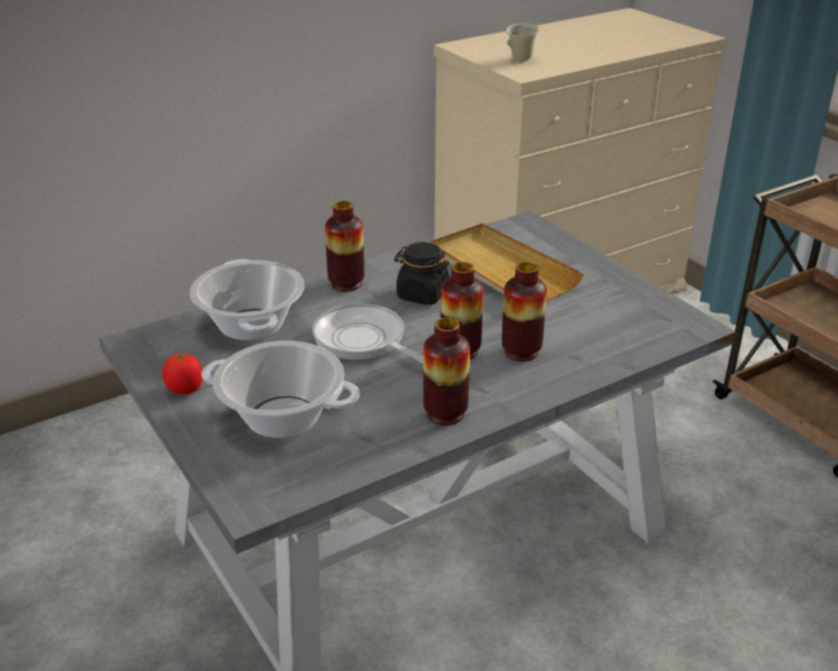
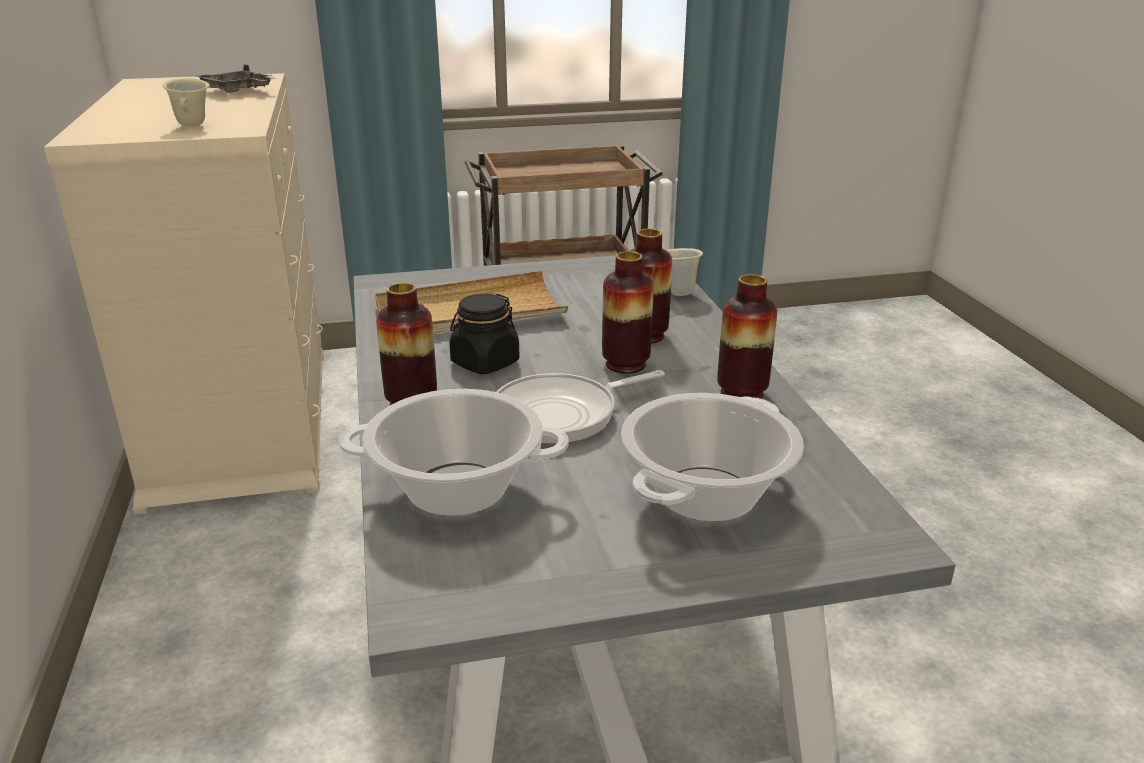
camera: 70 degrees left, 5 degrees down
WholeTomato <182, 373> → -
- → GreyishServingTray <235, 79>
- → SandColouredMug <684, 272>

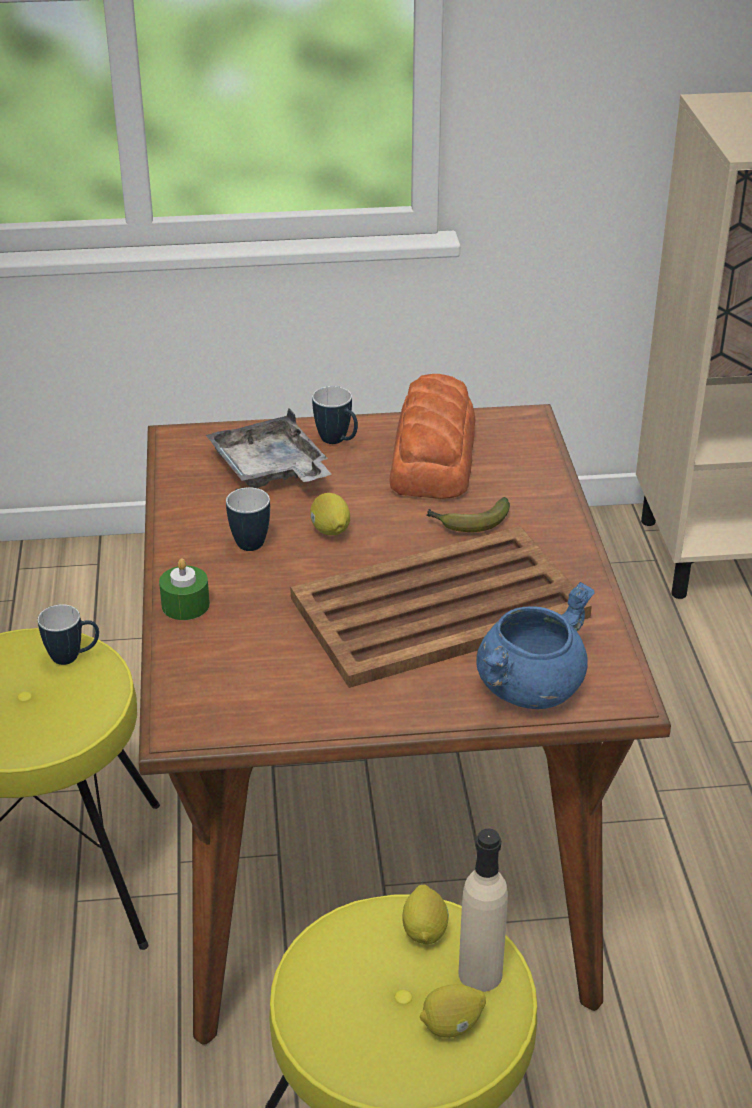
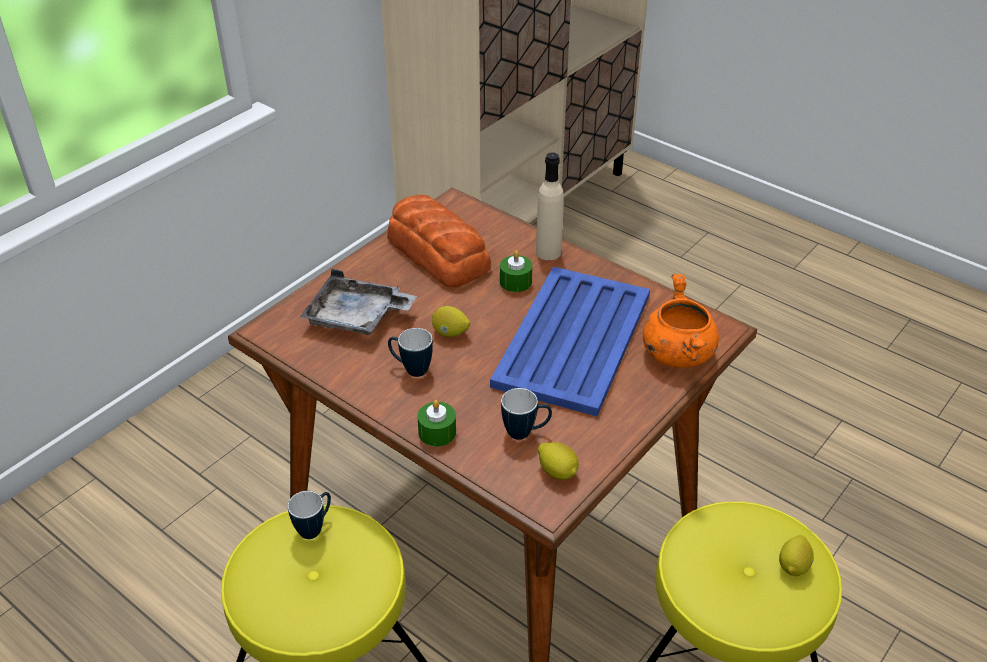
camera: 45 degrees left, 5 degrees up
Mug <335, 415> → Mug <526, 414>, shifted
BananaFruit <468, 514> → GreenCandle <516, 271>
BrownServingTray <441, 607> → BlueServingTray <570, 342>
BlueCookingPot <535, 645> → OrangeCookingPot <681, 321>
SandColouredDrinkBottle <483, 910> → SandColouredDrinkBottle <550, 206>, shifted
Lemon <425, 914> → Lemon <558, 461>, shifted

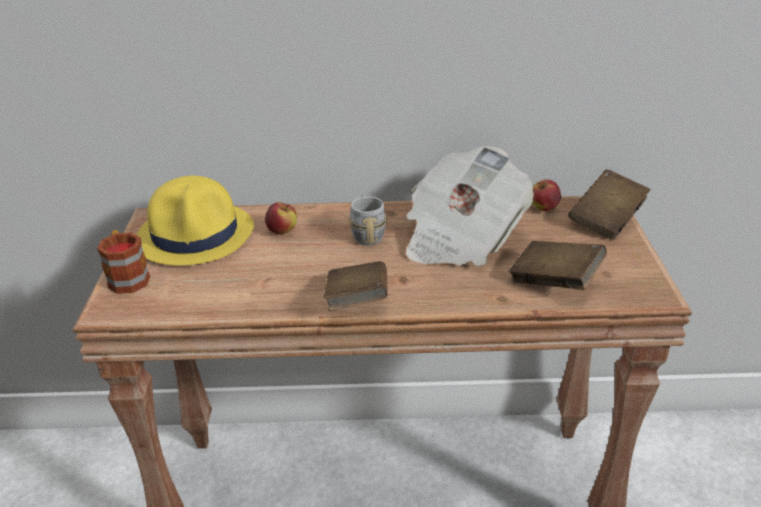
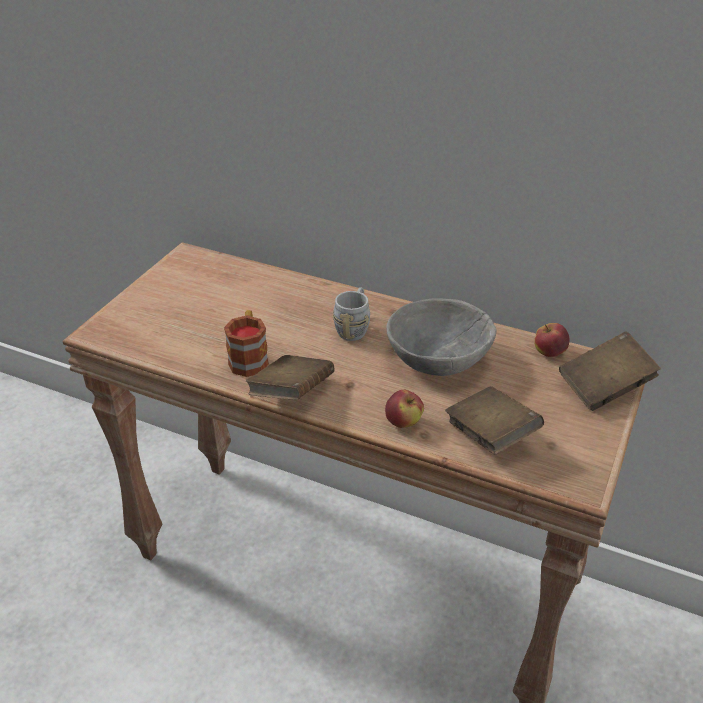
camera: 25 degrees right, 5 degrees up
PrintedPaper <470, 206> → GreyishDeepDish <442, 337>
YellowishWearableHat <195, 221> → -
Apple <281, 218> → Apple <404, 409>, shifted
Mug <123, 262> → Mug <246, 343>, shifted

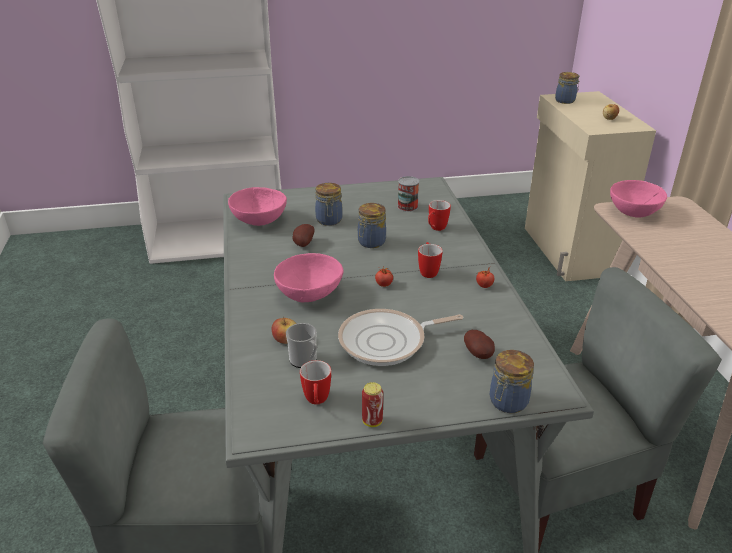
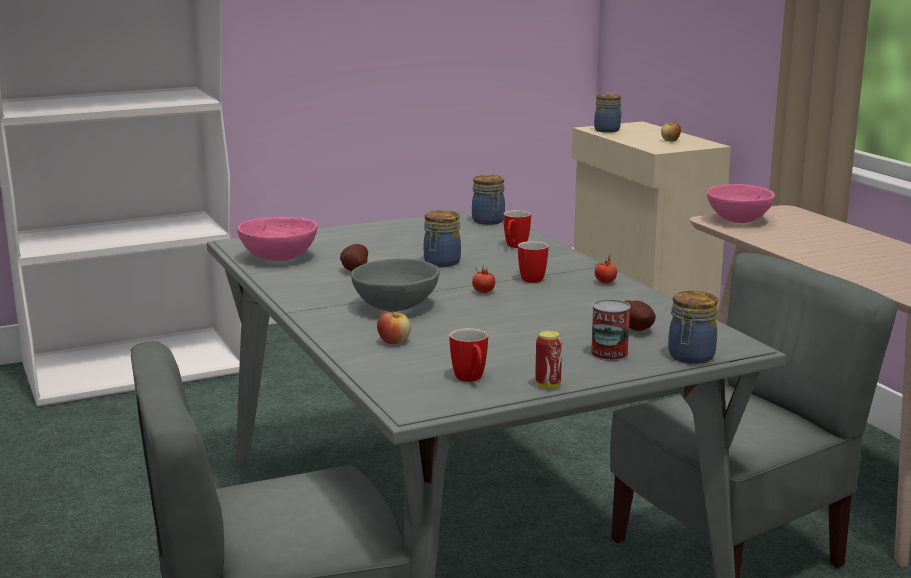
camera: 15 degrees left, 15 degrees down
MetalCan <408, 194> → MetalCan <611, 330>, shifted
Jar <329, 204> → Jar <488, 200>, shifted
PinkDeepDish <309, 277> → GreyishDeepDish <395, 285>
Pan <400, 337> → -
Mug <301, 345> → -

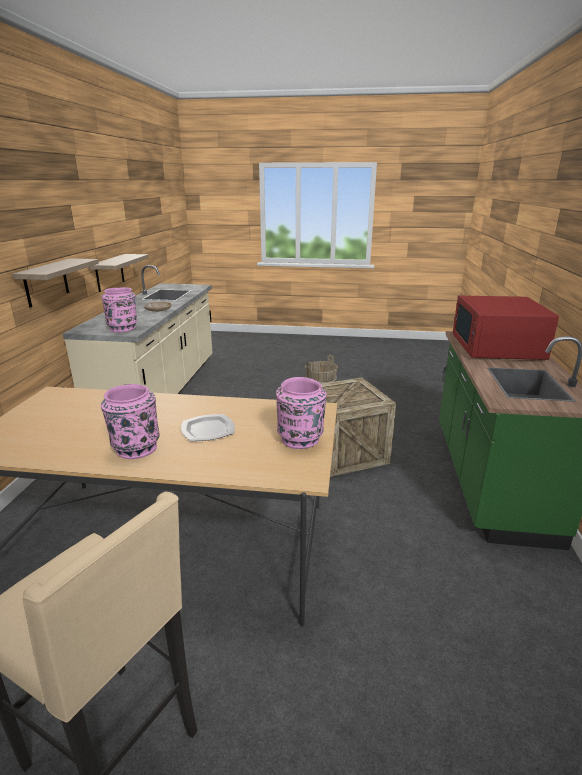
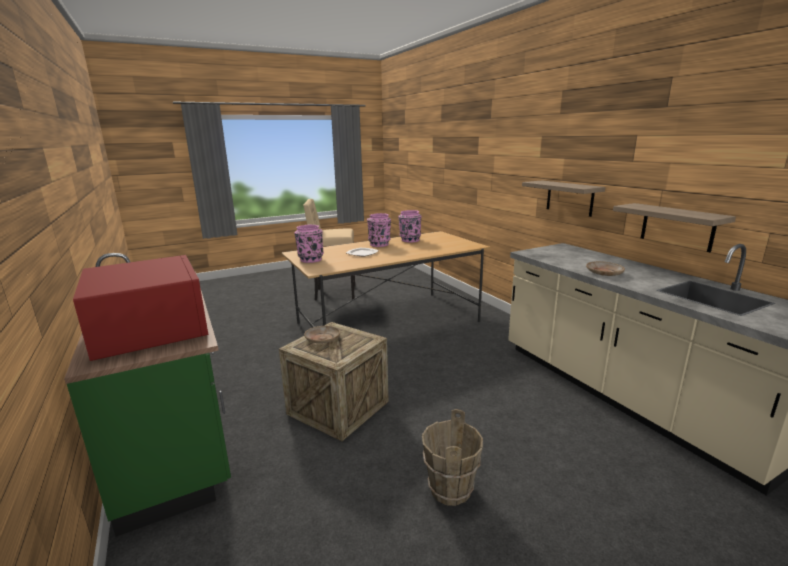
camera: 145 degrees right, 5 degrees down
PinkDecorativeVase <119, 309> → PinkDecorativeVase <410, 226>, shifted
- → SandColouredPlate <322, 335>

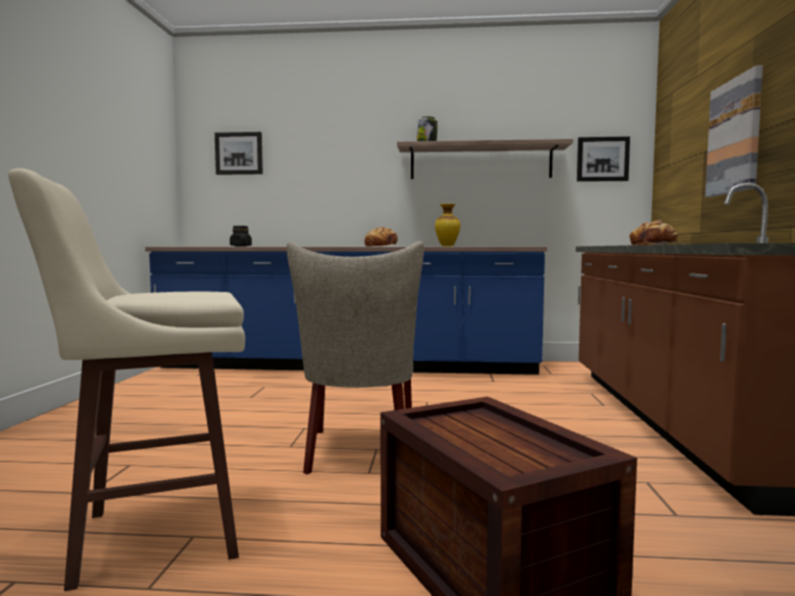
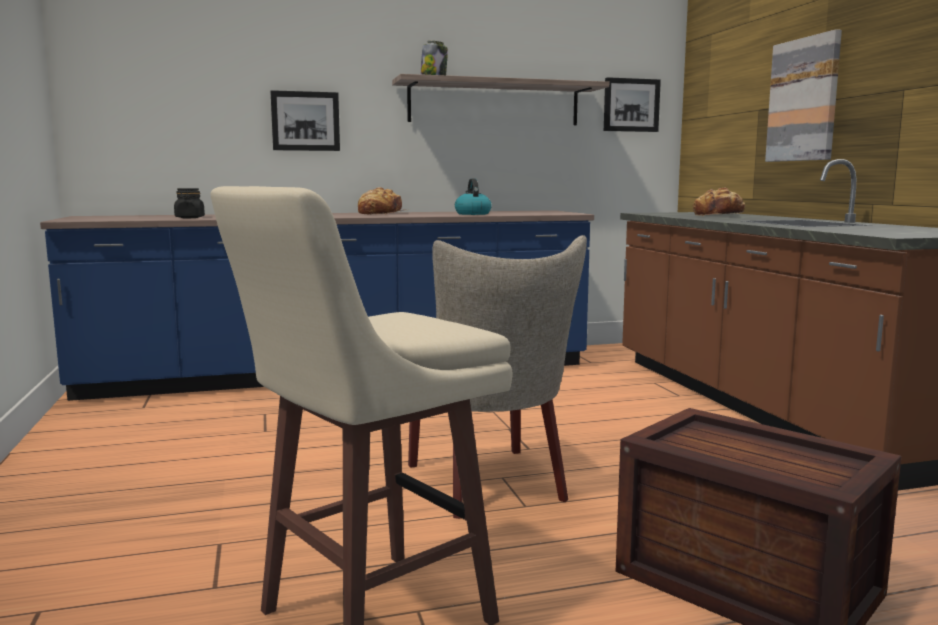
camera: 20 degrees left, 5 degrees up
WallArt <239, 153> → WallArt <305, 120>, shifted
DecorativeVase <447, 225> → WaterKettle <473, 196>

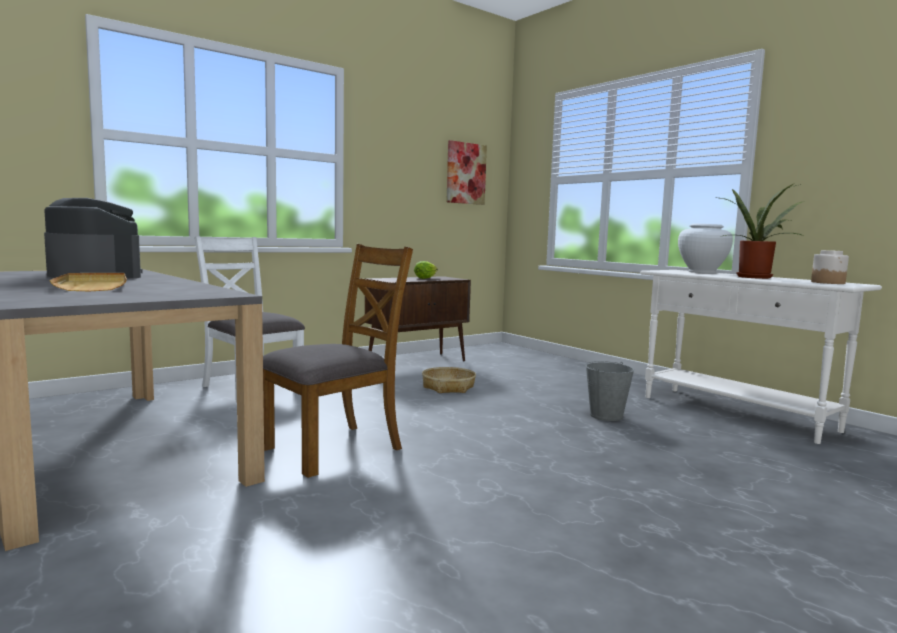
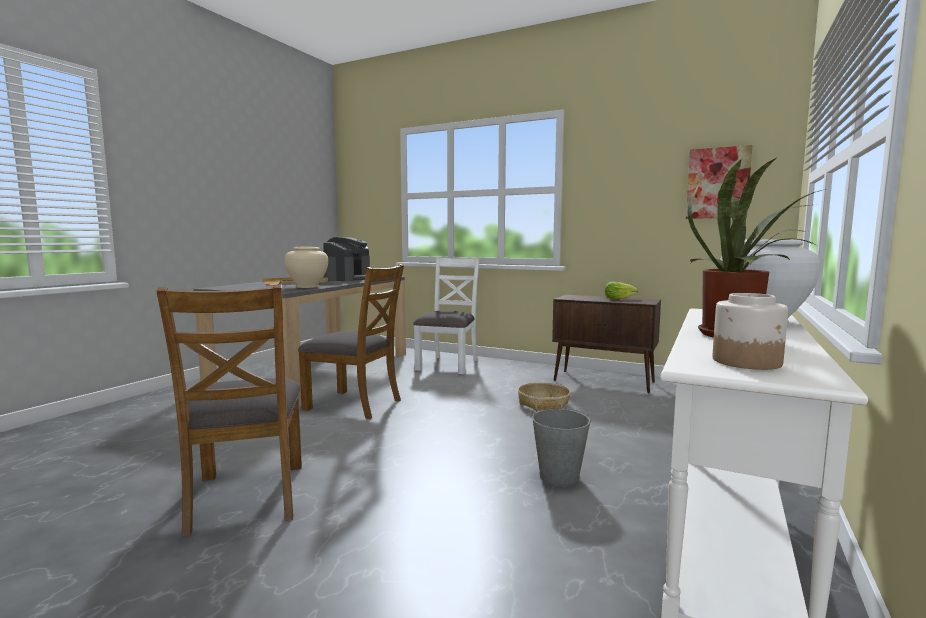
camera: 65 degrees right, 0 degrees up
- → SandColouredDecorativeVase <306, 267>
- → BrownUprightChair <229, 410>

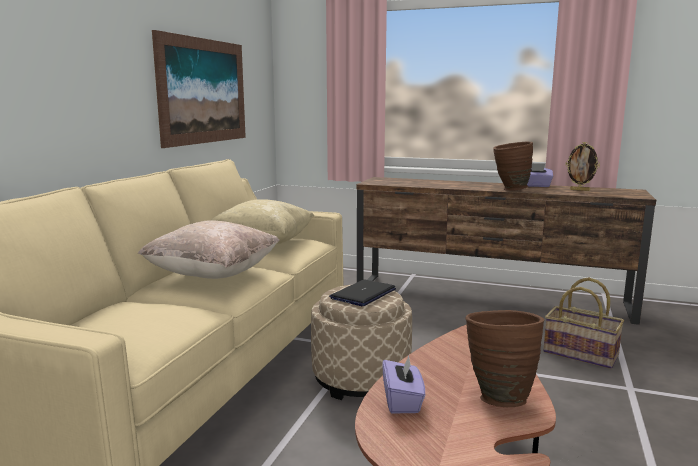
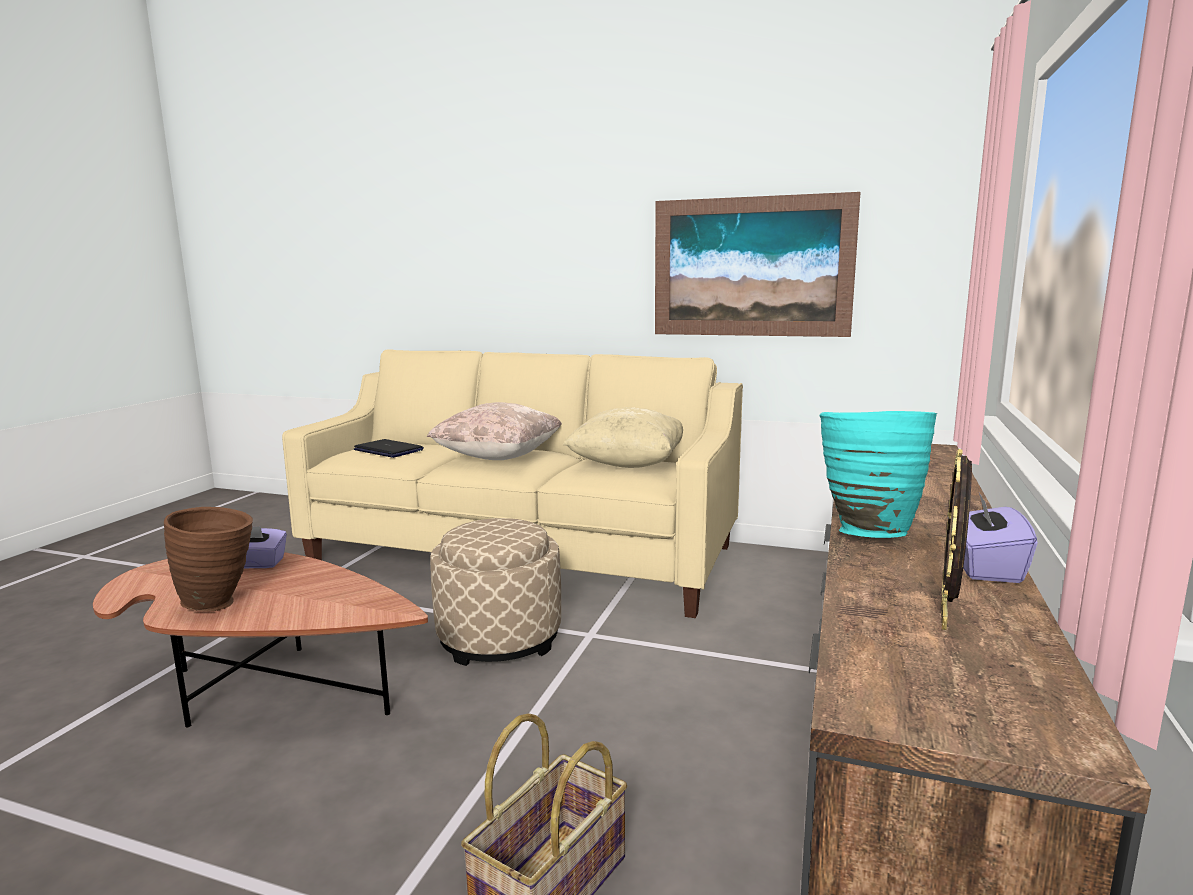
camera: 90 degrees right, 0 degrees up
BrownDecorativeVase <513, 166> → BlueGreenDecorativeVase <878, 474>
NotebookComputer <362, 293> → NotebookComputer <389, 448>, shifted

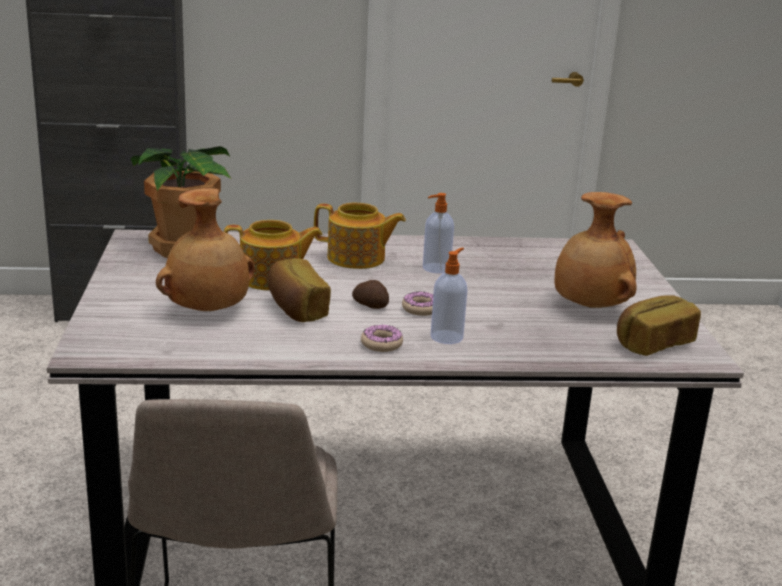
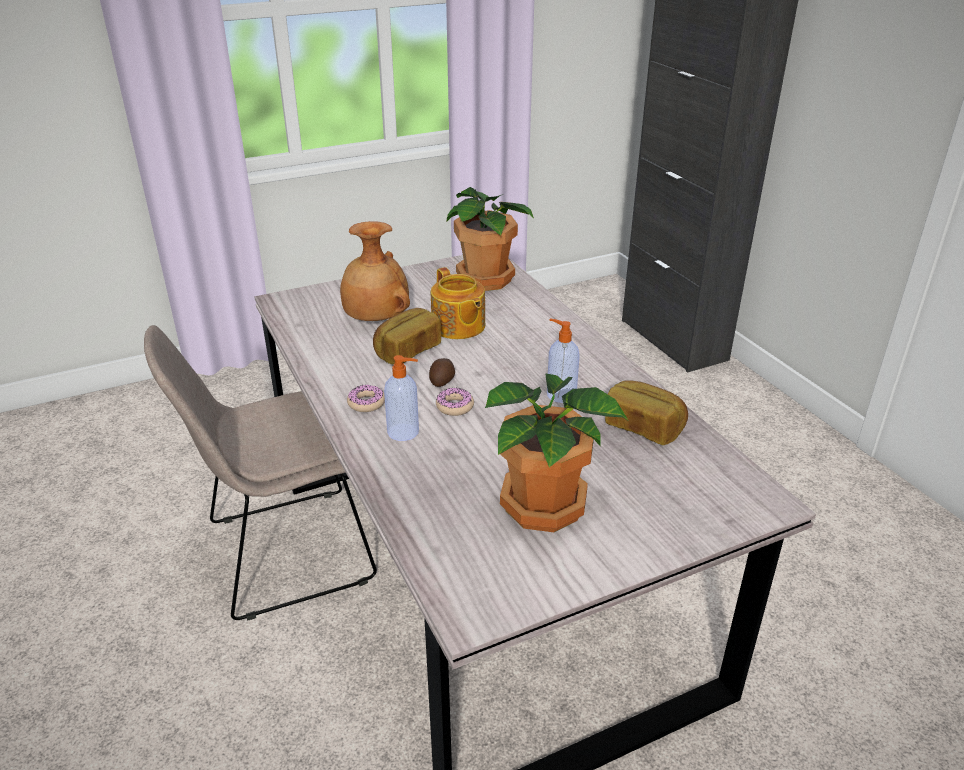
camera: 70 degrees right, 10 degrees up
BrownDecorativeVase <596, 250> → PottedPlant <557, 453>
PotForTea <360, 236> → -
BakedBread <659, 325> → BakedBread <646, 412>, shifted

